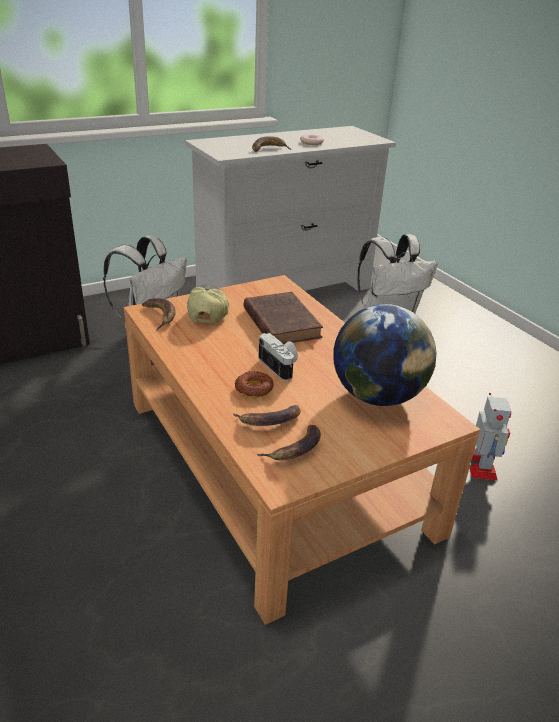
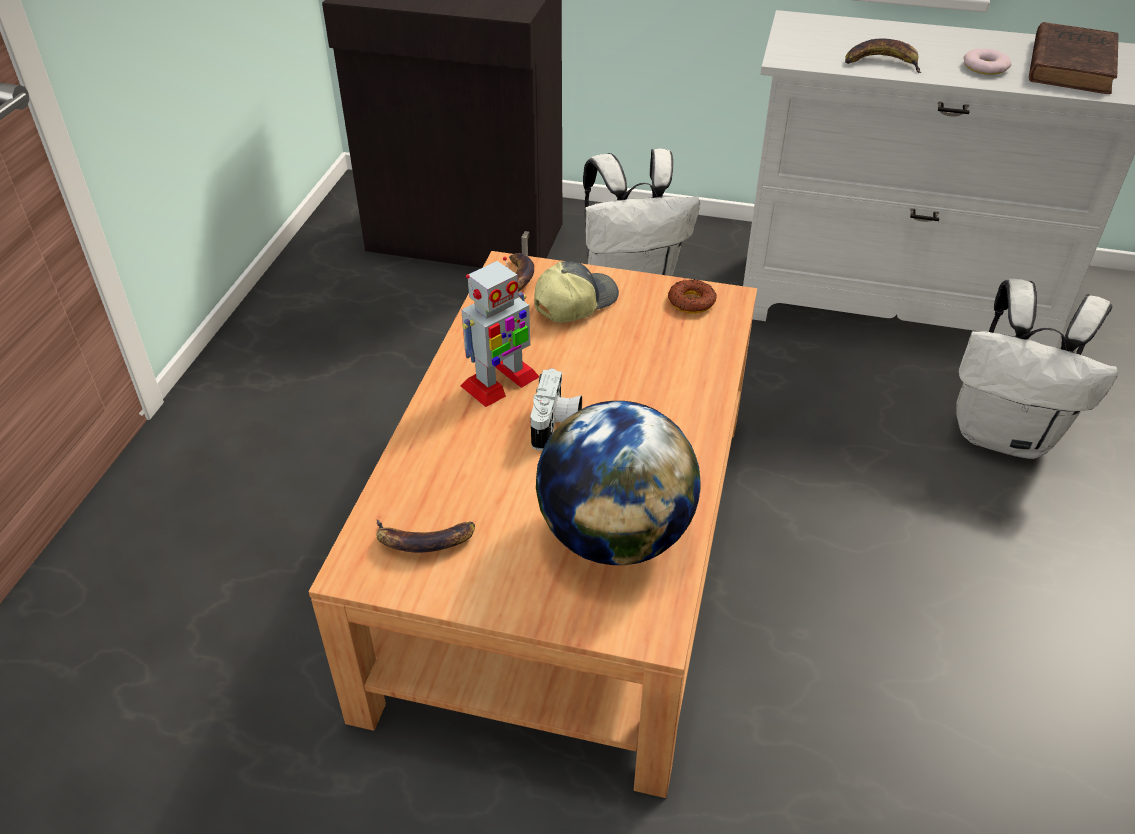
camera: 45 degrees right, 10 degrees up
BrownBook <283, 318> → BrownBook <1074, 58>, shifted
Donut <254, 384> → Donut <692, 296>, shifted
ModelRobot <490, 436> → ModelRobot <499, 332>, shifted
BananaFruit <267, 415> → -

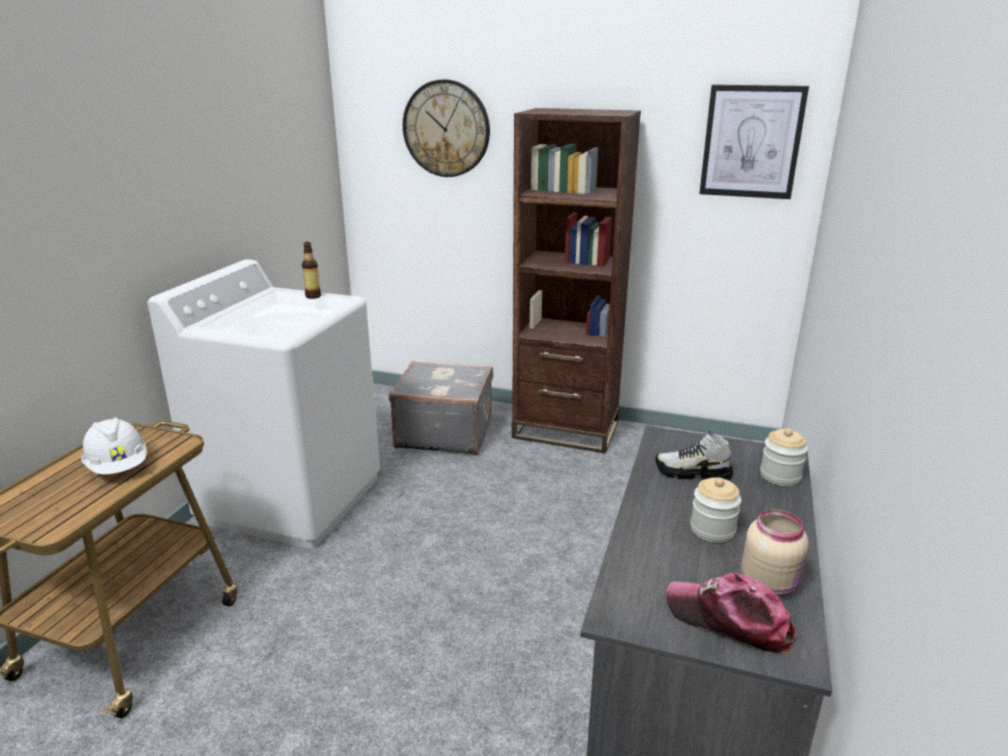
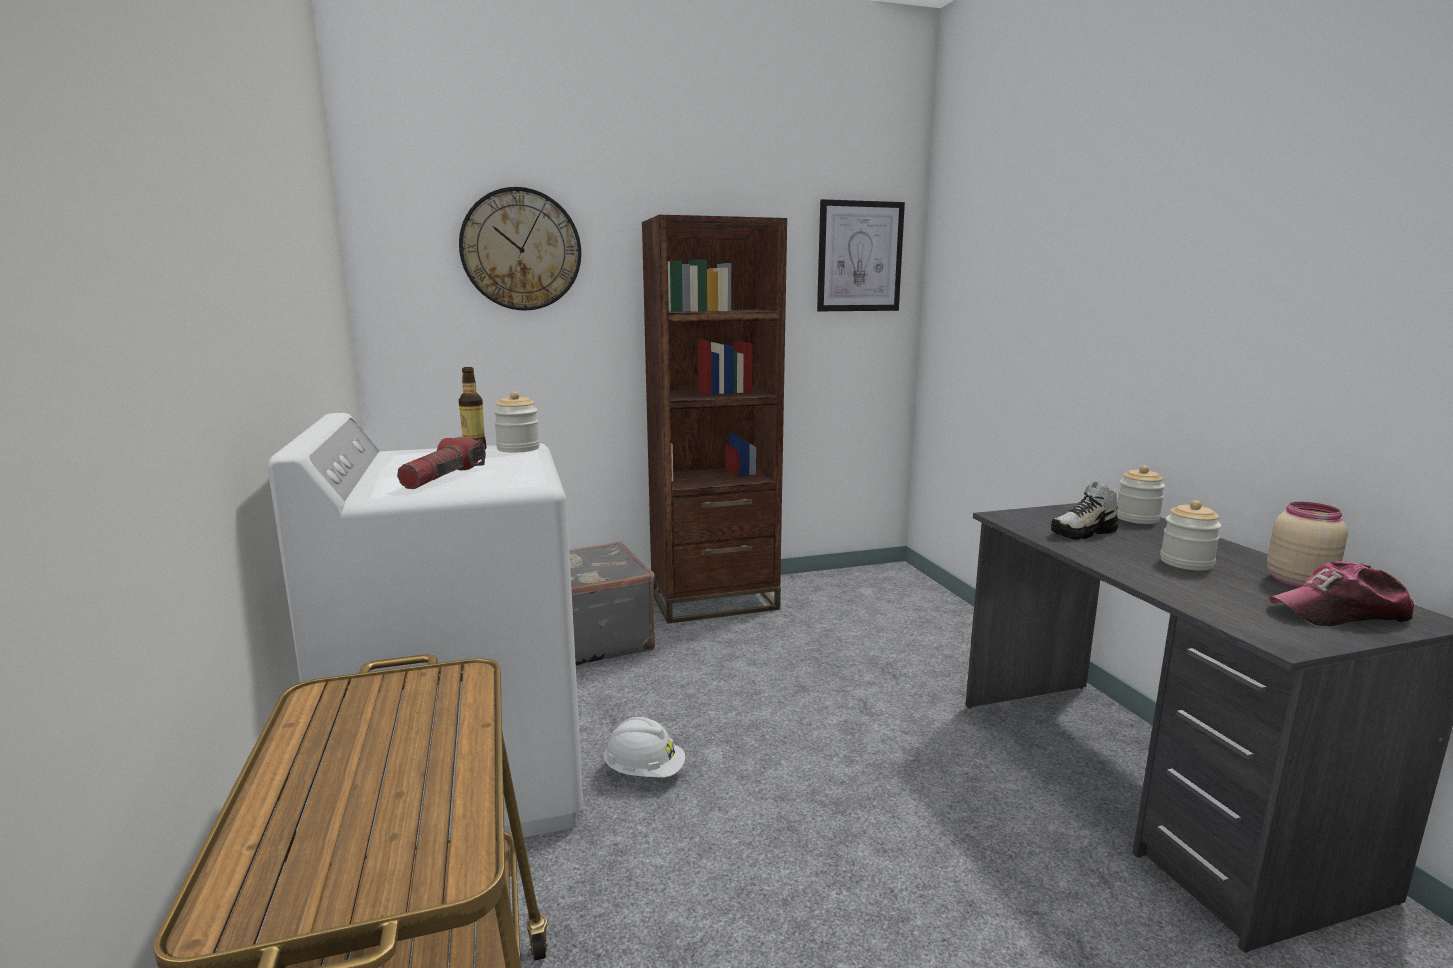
camera: 35 degrees left, 10 degrees down
WhiteColouredHardHat <114, 445> → WhiteColouredHardHat <644, 747>, shifted
- → Jar <517, 422>
- → Torch <441, 463>

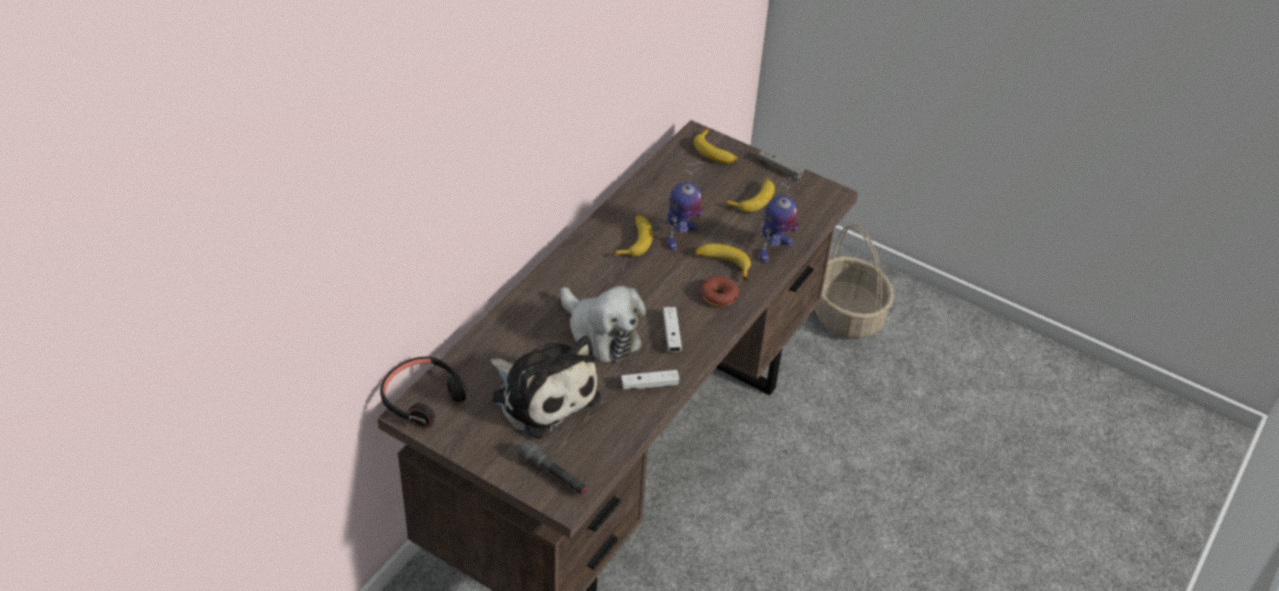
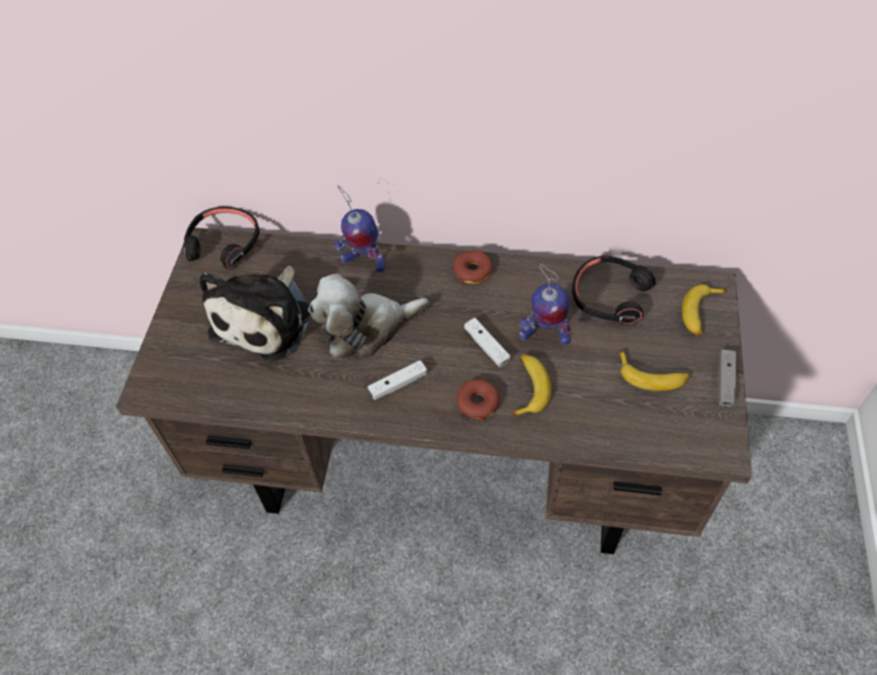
camera: 70 degrees right, 10 degrees up
ModelRobot <780, 219> → ModelRobot <359, 228>, shifted
BananaFruit <633, 236> → -
Basket <854, 281> → -
PlushToy <603, 324> → PlushToy <368, 315>, 45 degrees clockwise
WhiteColouredGamepad <650, 379> → WhiteColouredGamepad <487, 343>, shifted
GreyishTorch <553, 467> → -
- → Donut <473, 267>
- → BlackishPairOfHeadphones <614, 290>

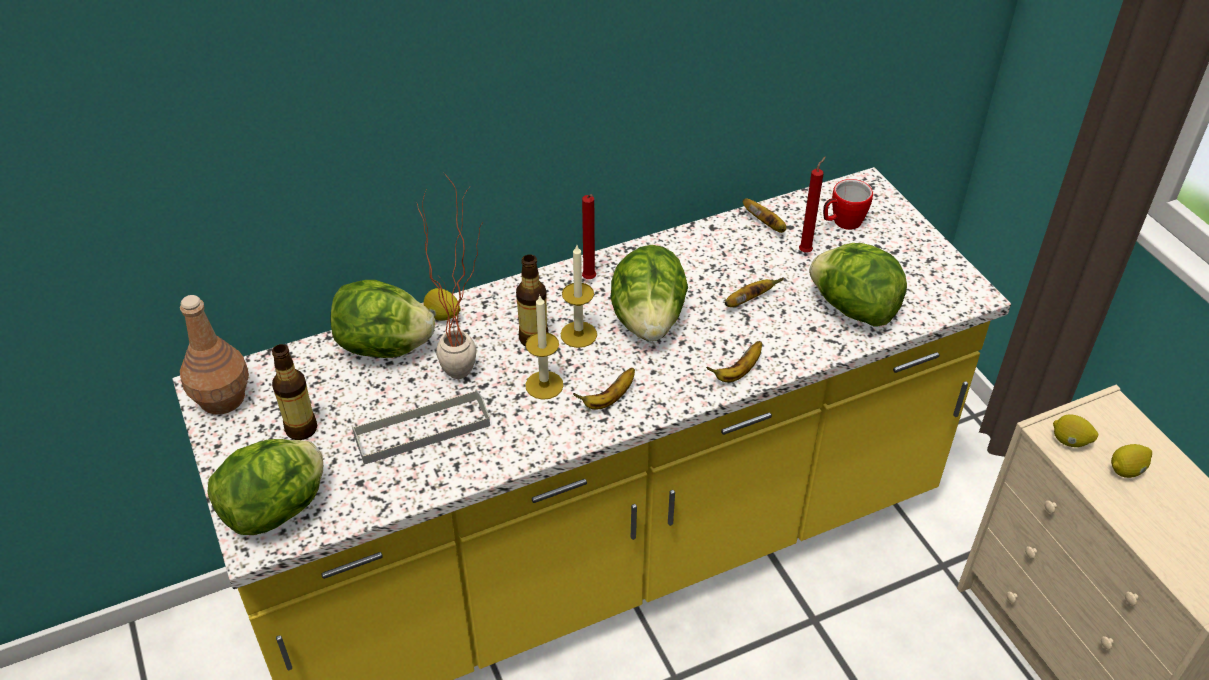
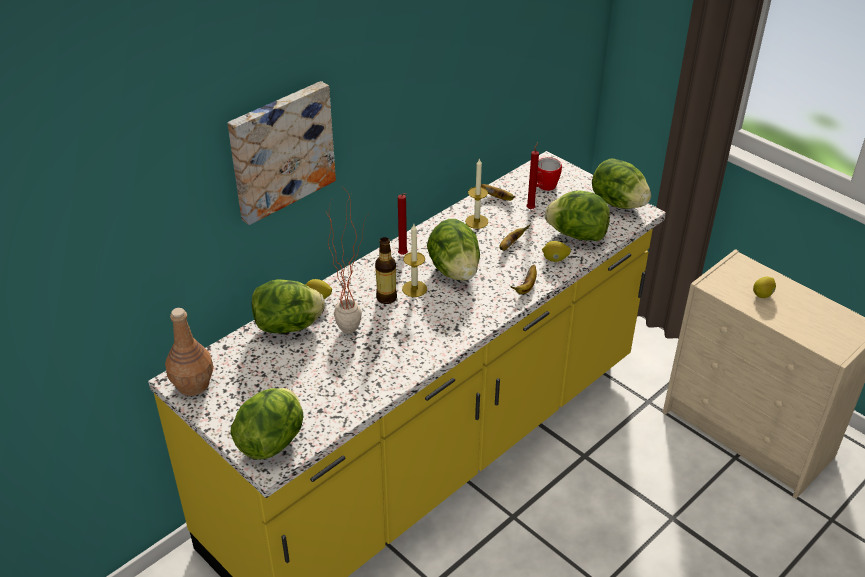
camera: 20 degrees left, 5 degrees down
Candle <544, 348> → Candle <477, 193>, shifted
DrinkBottle <294, 392> → -
BananaFruit <604, 389> → -
GreyishServingTray <421, 427> → -
Lemon <1076, 430> → Lemon <556, 251>, shifted
- → WallArt <281, 153>
- → HeadOfLettuce <621, 183>

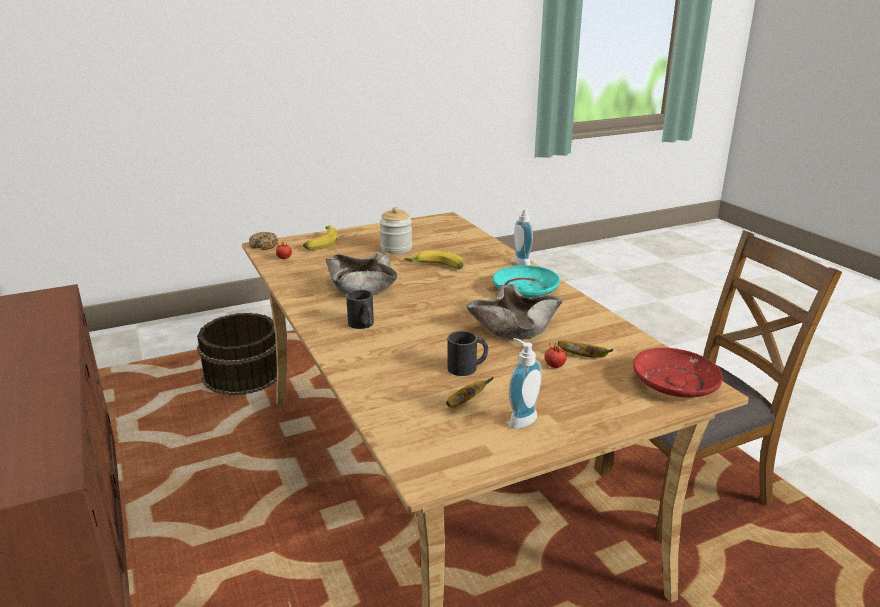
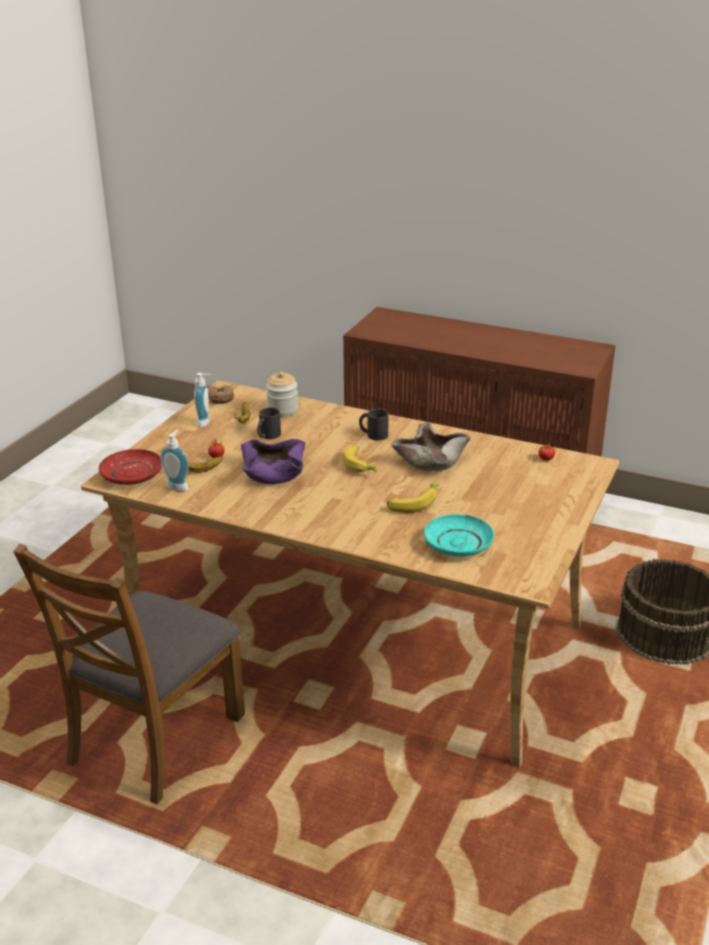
camera: 140 degrees right, 5 degrees up
Jar <395, 230> → Jar <282, 394>, shifted
LiquidSoapBottle <523, 236> → LiquidSoapBottle <174, 460>, shifted
BananaFruit <320, 237> → BananaFruit <359, 458>, shifted
Donut <264, 241> → Donut <221, 394>, shifted
BlueGreenPlate <526, 281> → BlueGreenPlate <459, 535>, shifted
SandColouredDeepDish <515, 311> → PurpleColouredDeepDish <273, 461>

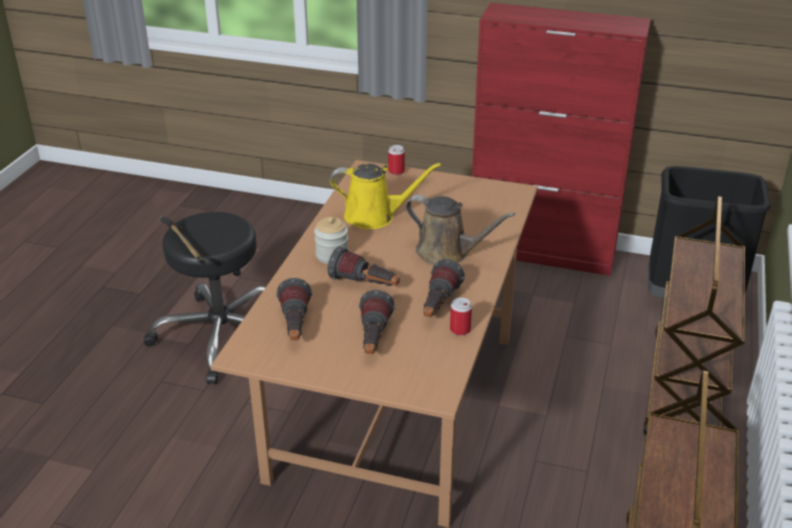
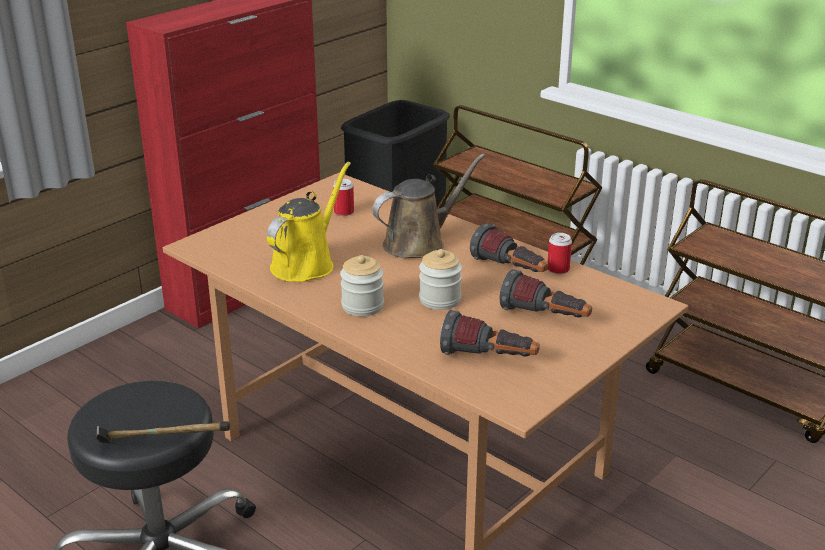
camera: 65 degrees left, 5 degrees down
MetalCan <396, 160> → MetalCan <343, 197>, shifted
Torch <364, 266> → Jar <440, 279>

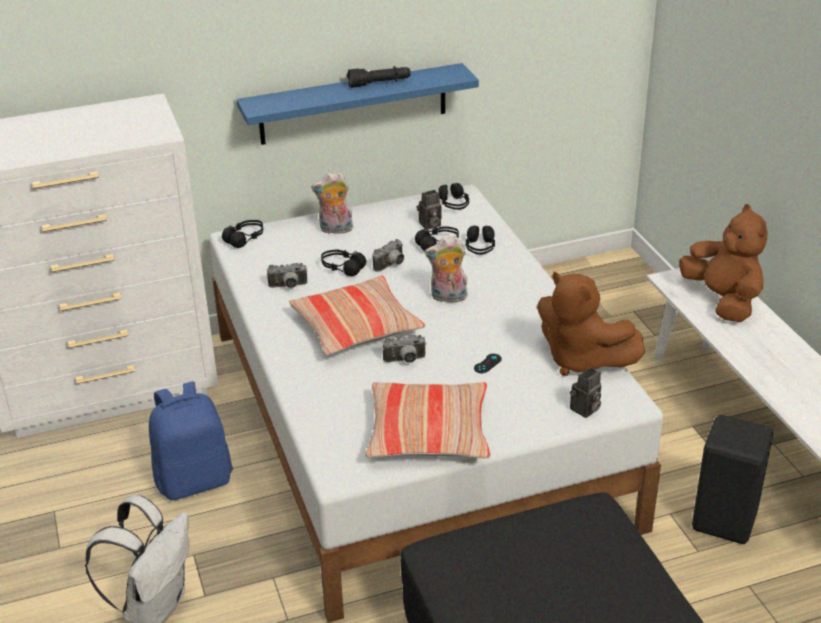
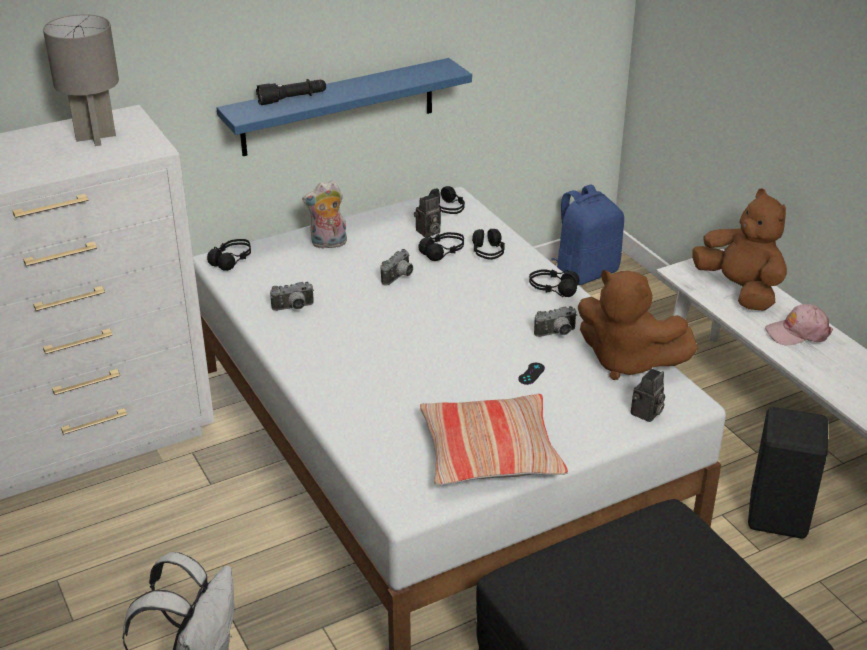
camera: 10 degrees left, 0 degrees up
BlackishTorch <378, 77> → BlackishTorch <291, 92>, shifted
PlushToy <446, 269> → -
BlackishPairOfHeadphones <343, 263> → BlackishPairOfHeadphones <554, 283>, shifted
Cushion <357, 316> → -
PhotoCamera <404, 349> → PhotoCamera <555, 321>, shifted
BlueKnapsack <191, 440> → BlueKnapsack <588, 234>, shifted
- → GreyishLampForATable <81, 80>
- → PinkPeakedCap <799, 325>

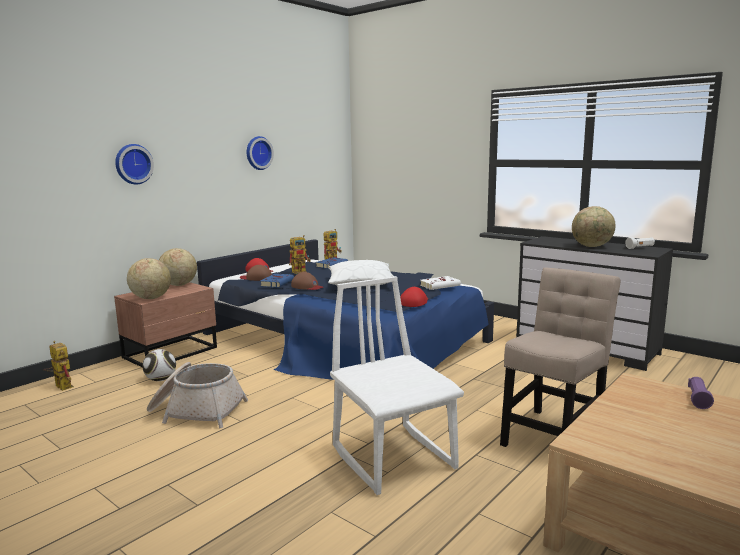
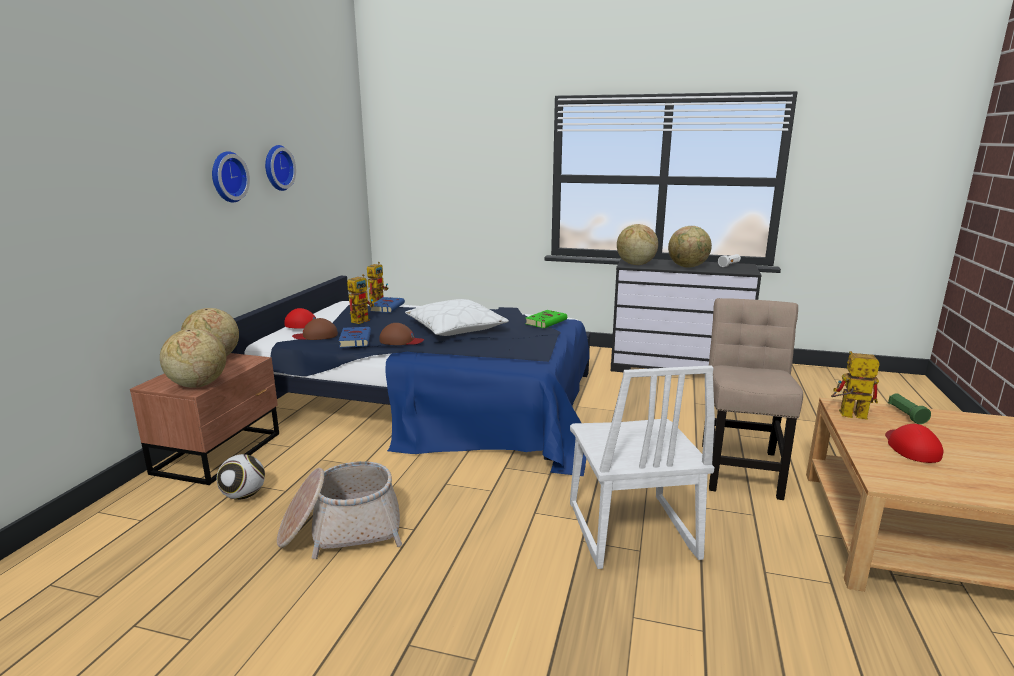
camera: 25 degrees left, 5 degrees up
WallClock <134, 164> → WallClock <231, 177>, shifted
WhiteColouredUprightChair <397, 385> → WhiteColouredUprightChair <642, 467>, 135 degrees counterclockwise
WhiteColouredBook <440, 283> → GreenBook <546, 319>
RedPeakedCap <414, 297> → RedPeakedCap <914, 443>, shifted
ModelRobot <58, 366> → ModelRobot <855, 385>, shifted
PurpleColouredTorch <701, 393> → GreenTorch <909, 408>
- → Globe <637, 244>

